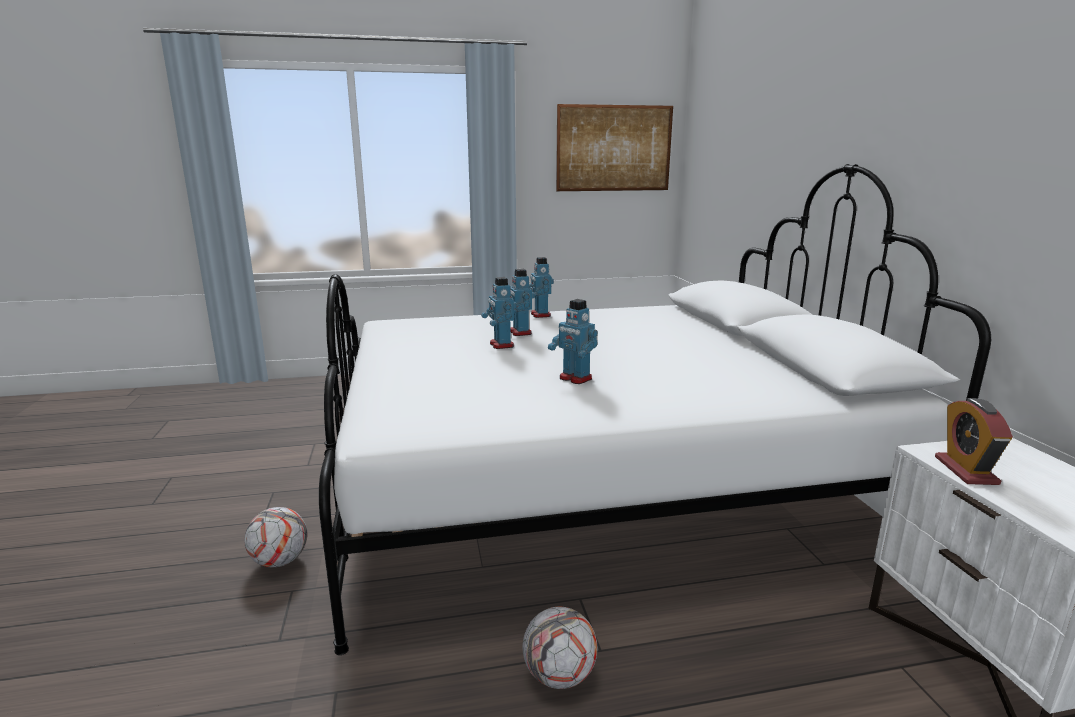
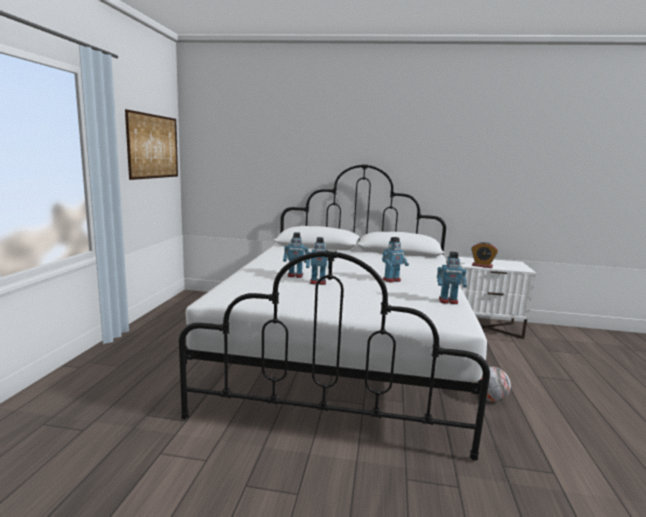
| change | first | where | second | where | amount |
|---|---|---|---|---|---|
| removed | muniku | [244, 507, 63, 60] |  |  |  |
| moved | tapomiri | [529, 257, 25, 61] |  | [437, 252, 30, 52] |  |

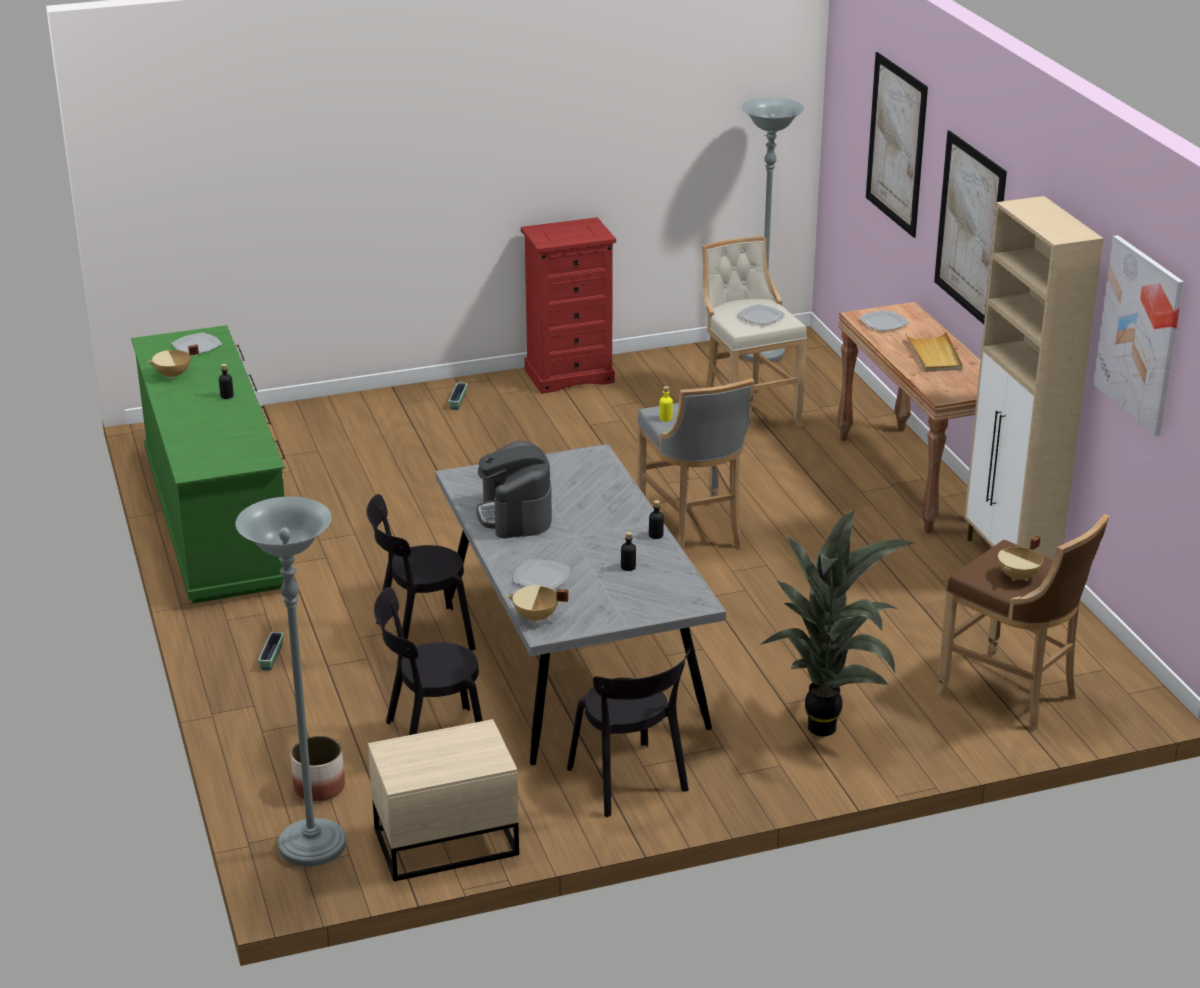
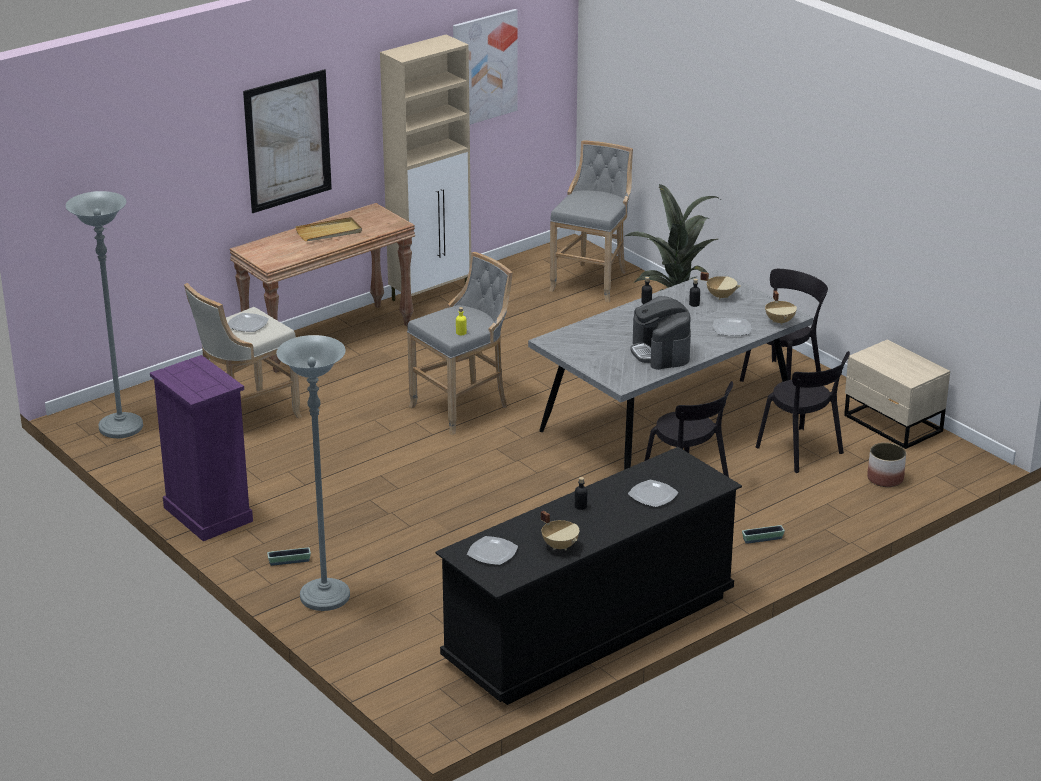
| change | first | where | second | where | amount |
|---|---|---|---|---|---|
| removed | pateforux | [866, 52, 62, 186] |  |  |  |
| moved | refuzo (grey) | [236, 497, 110, 370] |  | [276, 335, 74, 276] |  |
| moved | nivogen | [859, 310, 50, 21] |  | [628, 480, 50, 27] |  |
| moved | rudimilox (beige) | [998, 536, 45, 45] |  | [700, 272, 40, 28] |  |
| recoloured | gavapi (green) | [131, 325, 154, 279] | gavapi (black) | [435, 447, 307, 258] |  |
| recoloured | gavapi (red) | [521, 217, 95, 177] | gavapi (purple) | [150, 355, 103, 186] |  |
| recoloured | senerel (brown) | [935, 513, 174, 218] | senerel (grey) | [549, 140, 84, 163] |  |
| turned | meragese | [476, 441, 76, 98] |  | [630, 296, 61, 74] | 105 degrees clockwise |

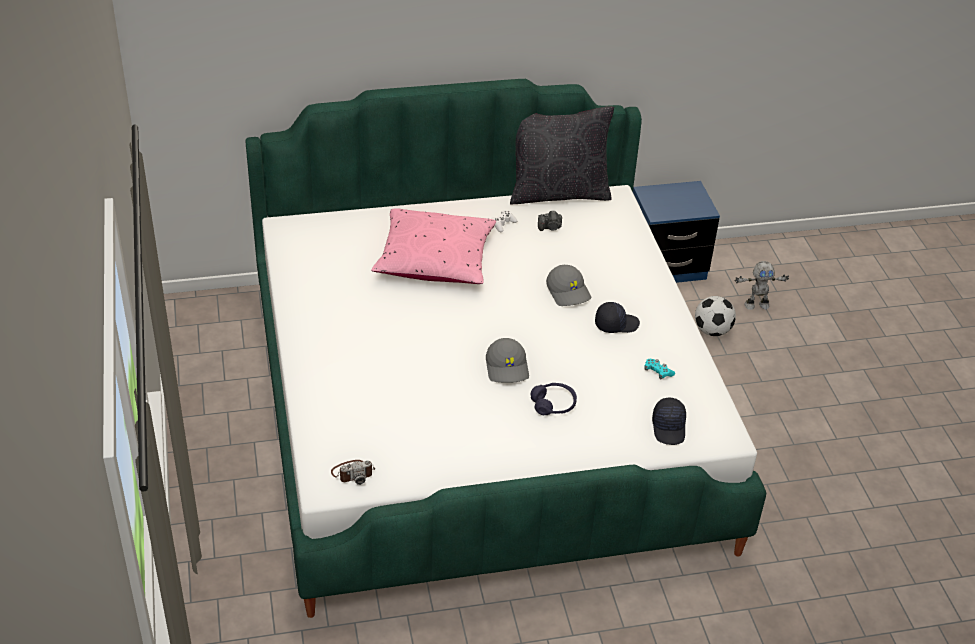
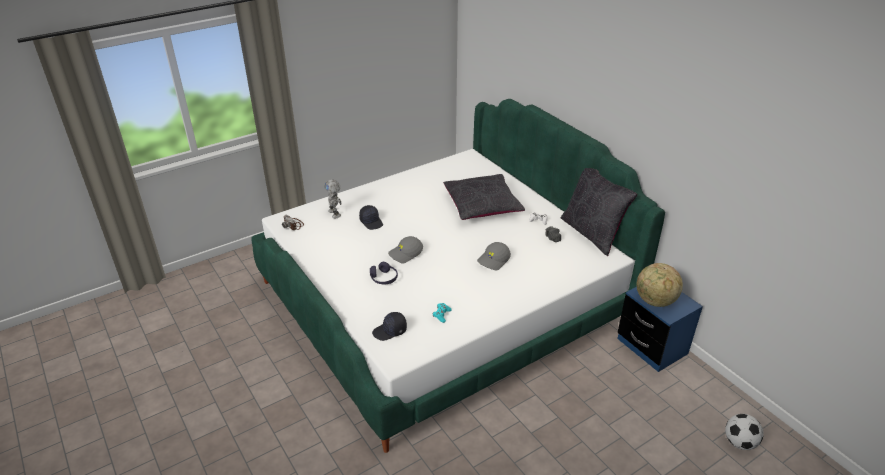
| change | first | where | second | where | amount |
|---|---|---|---|---|---|
| added |  |  | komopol | [637, 263, 46, 44] |  |
| moved | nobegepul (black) | [595, 302, 45, 31] |  | [359, 205, 24, 25] |  |
| moved | muniku | [695, 296, 41, 40] |  | [725, 414, 39, 36] |  |
| moved | tapomiri | [734, 261, 55, 49] |  | [324, 179, 18, 40] |  |
| recoloured | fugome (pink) | [371, 208, 125, 76] | fugome (black) | [443, 174, 82, 46] |  |

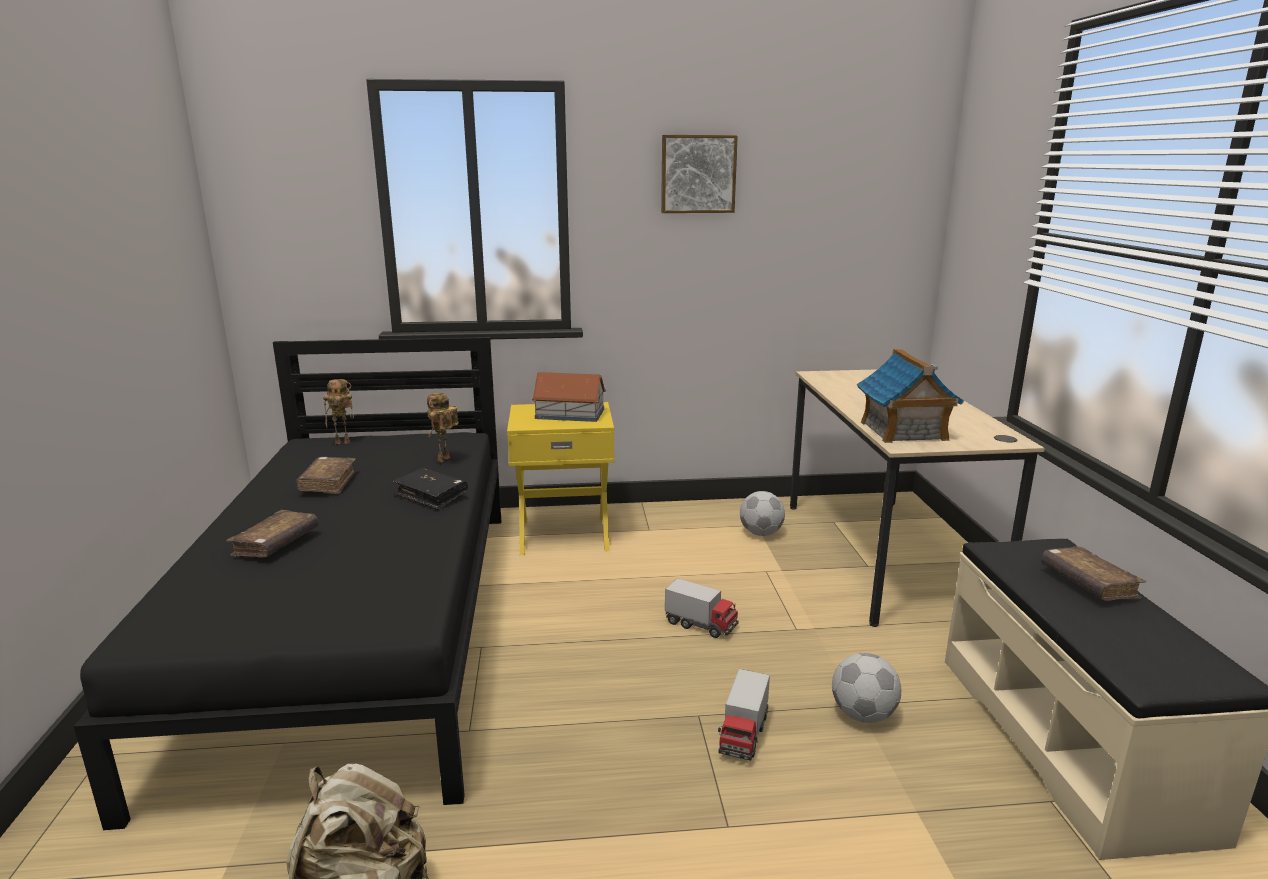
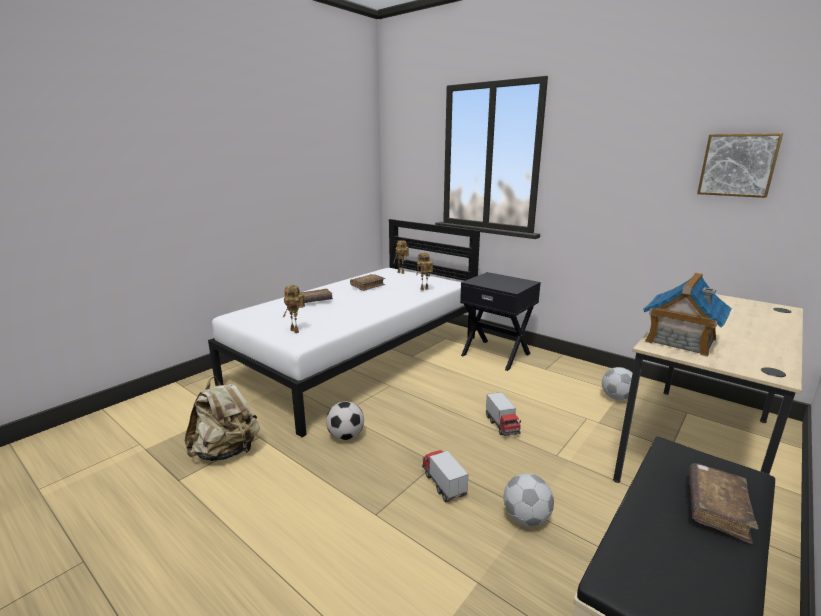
| change | first | where | second | where | amount |
|---|---|---|---|---|---|
| removed | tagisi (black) | [393, 468, 75, 42] |  |  |  |
| removed | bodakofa | [532, 372, 74, 50] |  |  |  |
| added |  |  | tapomiri | [283, 285, 22, 48] |  |
| added |  |  | muniku | [326, 401, 38, 39] |  |
| moved | pateforux | [661, 135, 77, 78] |  | [697, 133, 86, 65] |  |
| recoloured | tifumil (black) | [74, 337, 427, 493] | tifumil (white) | [208, 219, 272, 218] |  |
| recoloured | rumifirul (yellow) | [507, 402, 108, 153] | rumifirul (black) | [460, 272, 81, 99] |  |
| turned | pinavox | [718, 669, 52, 92] |  | [422, 450, 46, 52] | 90 degrees clockwise |

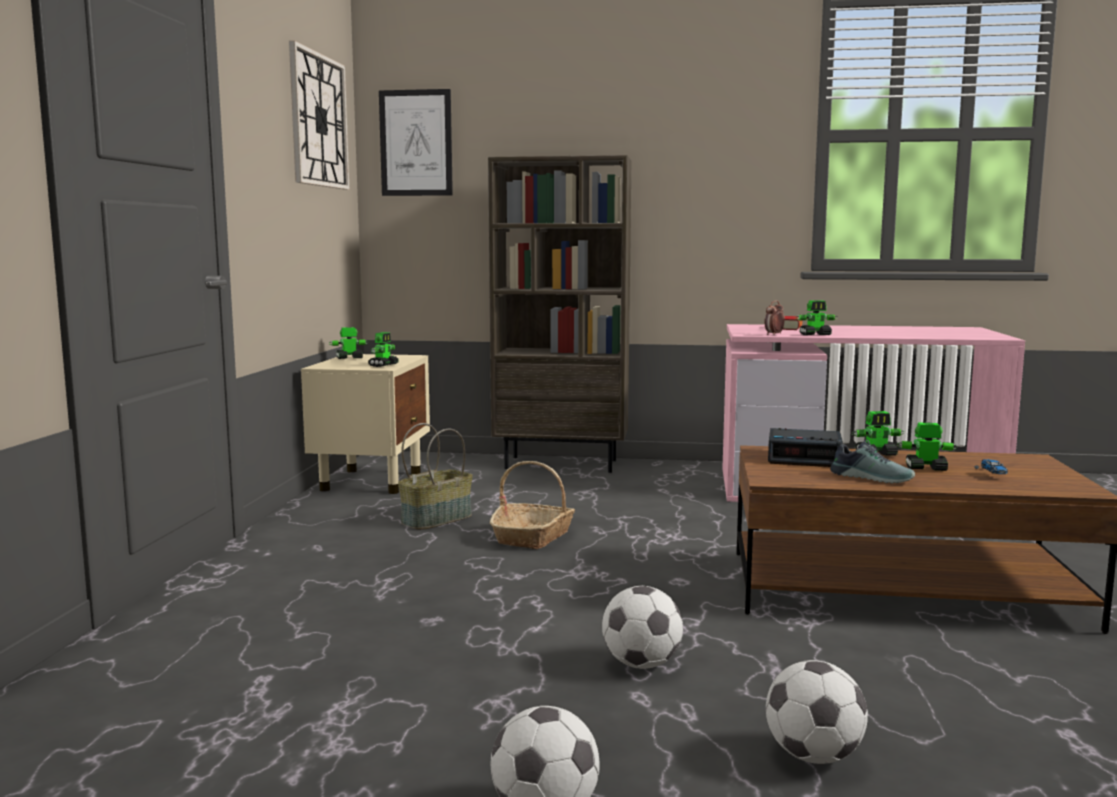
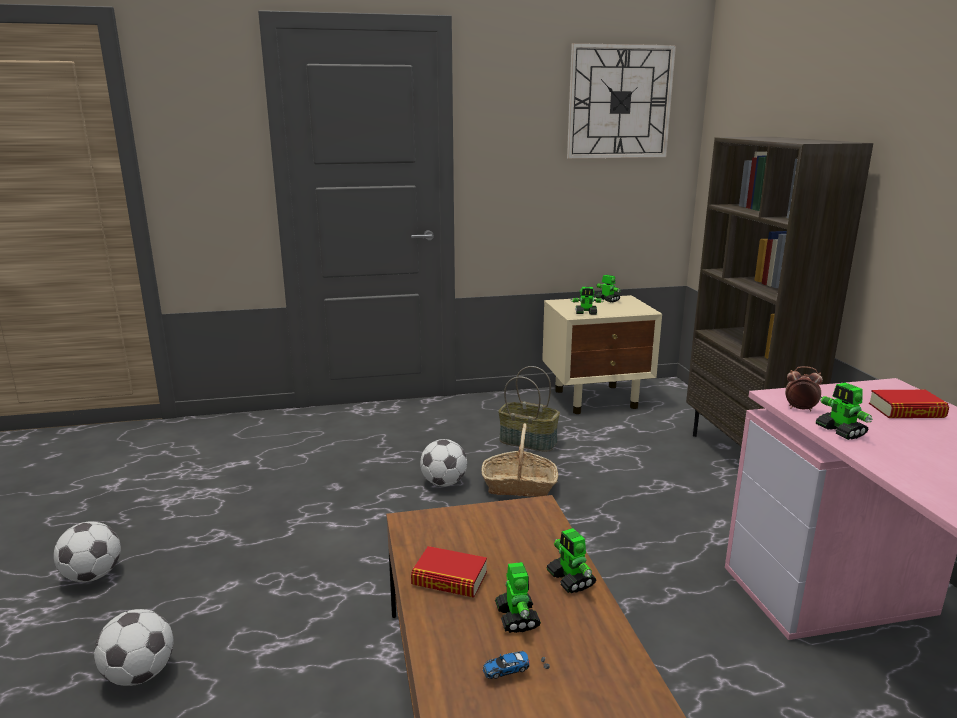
| change | first | where | second | where | amount |
|---|---|---|---|---|---|
| removed | pateforux | [379, 89, 74, 107] |  |  |  |
| removed | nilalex | [768, 428, 77, 39] |  |  |  |
| moved | muniku | [602, 586, 81, 83] |  | [420, 439, 47, 48] |  |
| replaced | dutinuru | [830, 440, 85, 43] | tagisi | [411, 546, 76, 52] |  |

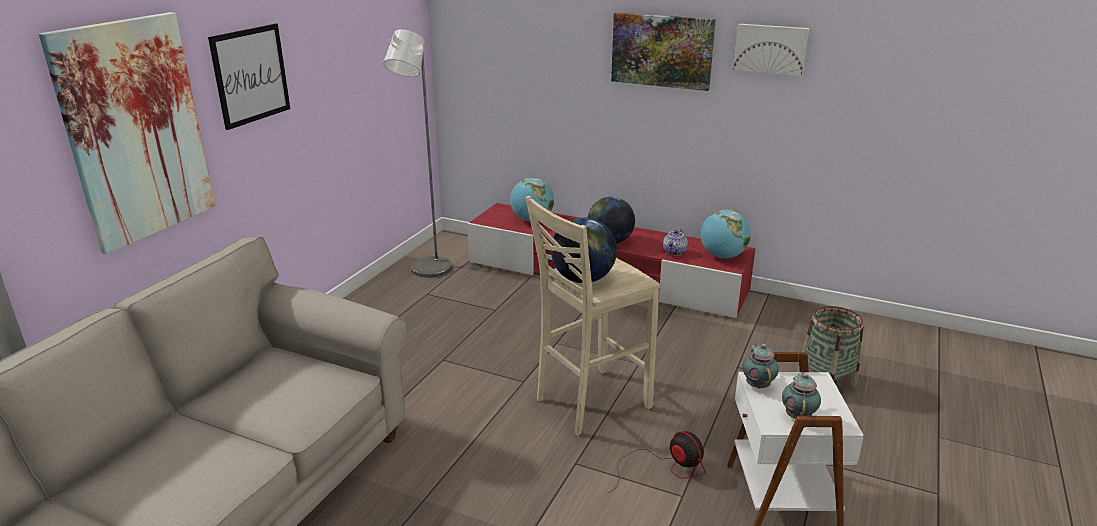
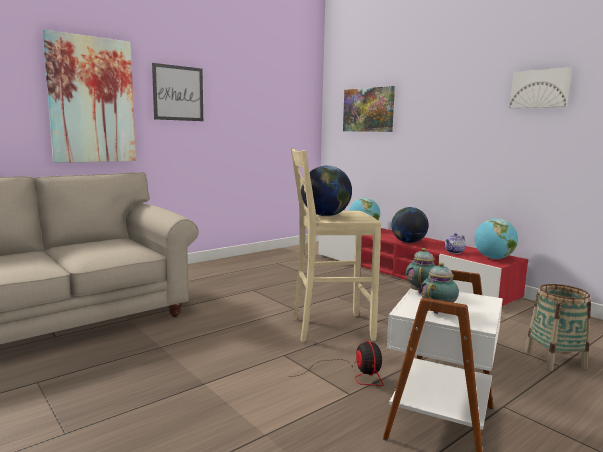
| change | first | where | second | where | amount |
|---|---|---|---|---|---|
| removed | refuzo (grey) | [383, 29, 69, 249] |  |  |  |
| moved | pateforux | [611, 13, 105, 78] |  | [343, 86, 52, 46] |  |

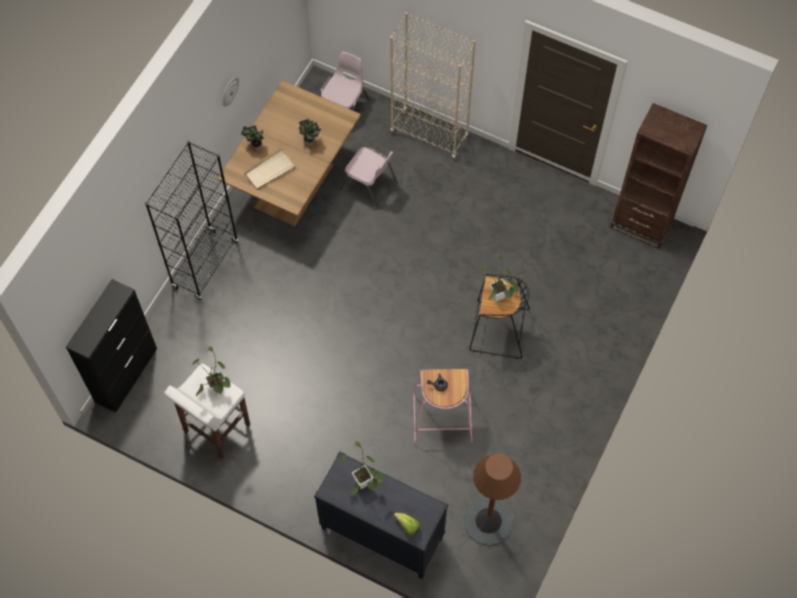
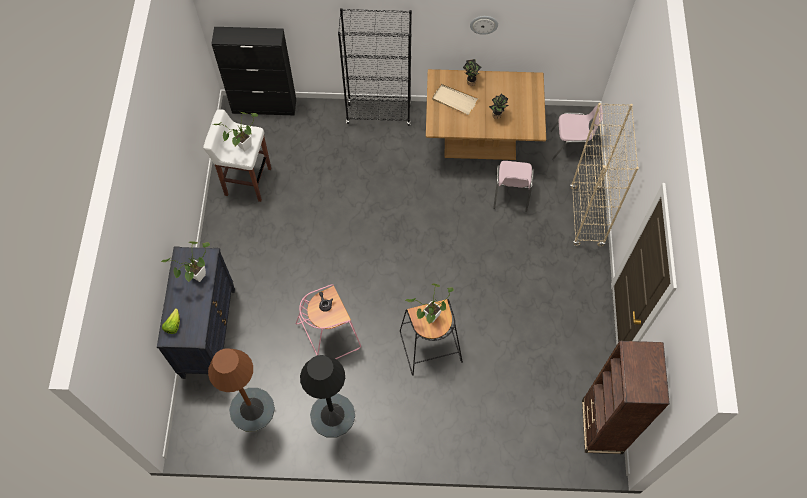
| change | first | where | second | where | amount |
|---|---|---|---|---|---|
| added |  |  | refuzo (black) | [300, 355, 55, 83] |  |

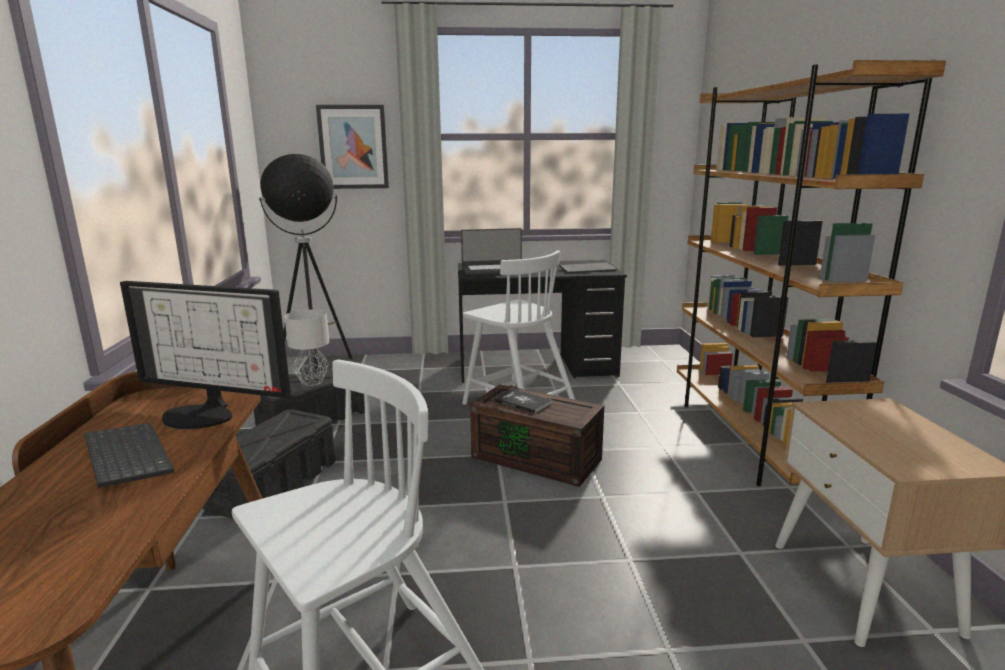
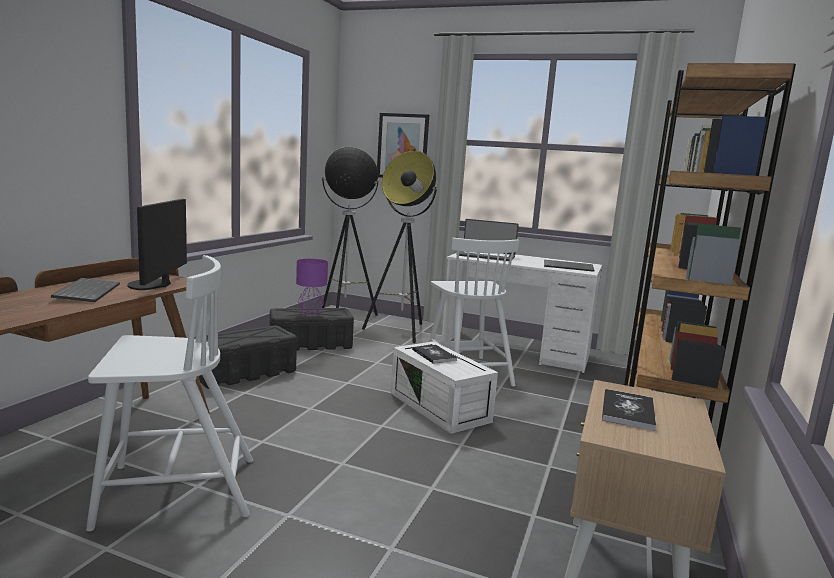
| change | first | where | second | where | amount |
|---|---|---|---|---|---|
| added |  |  | refuzo | [362, 151, 76, 192] |  |
| added |  |  | tagisi | [602, 389, 54, 42] |  |
| recoloured | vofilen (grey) | [284, 309, 45, 77] | vofilen (purple) | [296, 259, 32, 57] |  |
| recoloured | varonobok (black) | [458, 260, 169, 123] | varonobok (white) | [441, 253, 161, 120] |  |
| recoloured | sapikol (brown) | [470, 384, 134, 103] | sapikol (white) | [391, 341, 107, 93] |  |
| turned | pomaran | [120, 281, 171, 148] |  | [127, 199, 60, 91] | 45 degrees clockwise |

